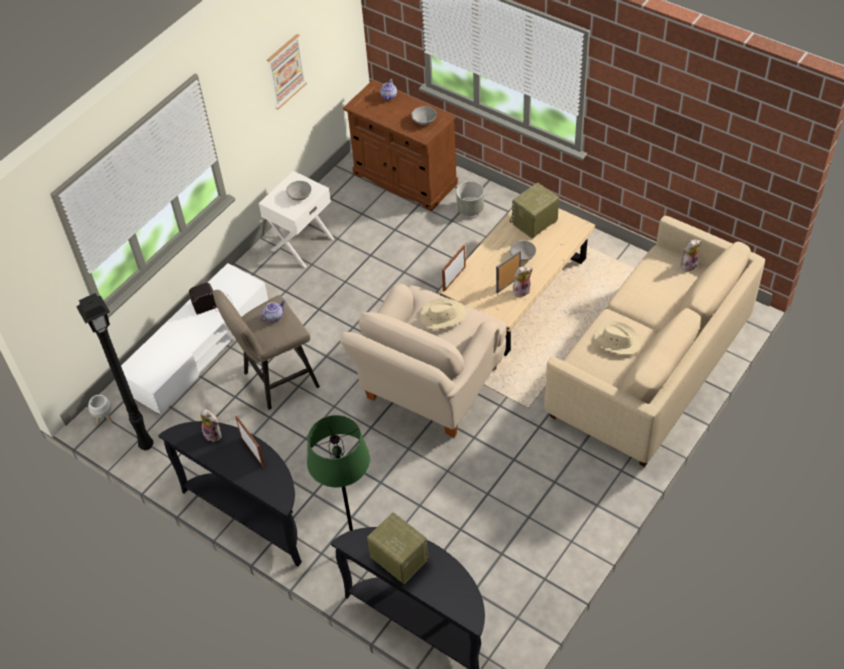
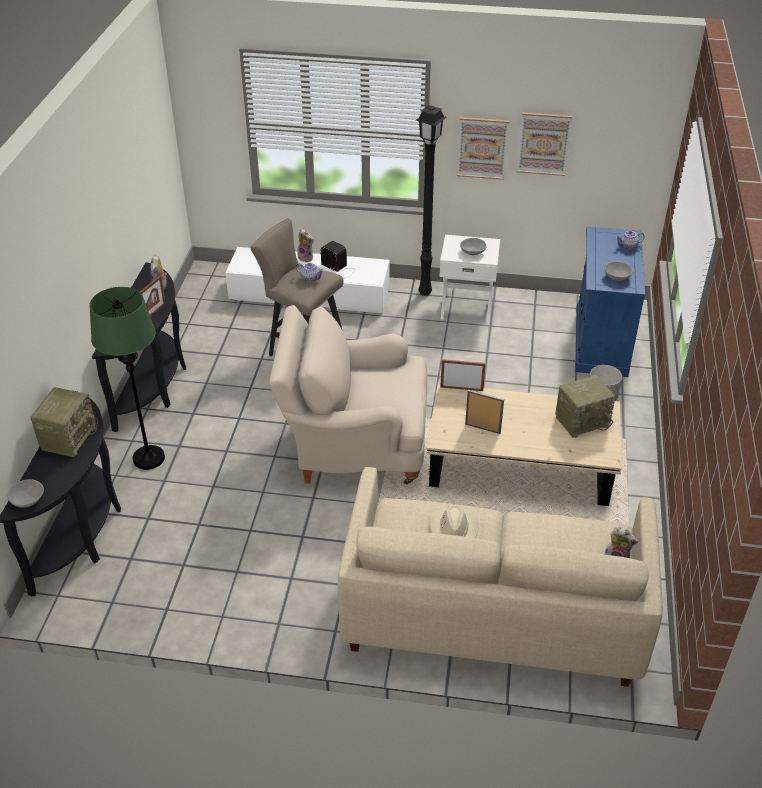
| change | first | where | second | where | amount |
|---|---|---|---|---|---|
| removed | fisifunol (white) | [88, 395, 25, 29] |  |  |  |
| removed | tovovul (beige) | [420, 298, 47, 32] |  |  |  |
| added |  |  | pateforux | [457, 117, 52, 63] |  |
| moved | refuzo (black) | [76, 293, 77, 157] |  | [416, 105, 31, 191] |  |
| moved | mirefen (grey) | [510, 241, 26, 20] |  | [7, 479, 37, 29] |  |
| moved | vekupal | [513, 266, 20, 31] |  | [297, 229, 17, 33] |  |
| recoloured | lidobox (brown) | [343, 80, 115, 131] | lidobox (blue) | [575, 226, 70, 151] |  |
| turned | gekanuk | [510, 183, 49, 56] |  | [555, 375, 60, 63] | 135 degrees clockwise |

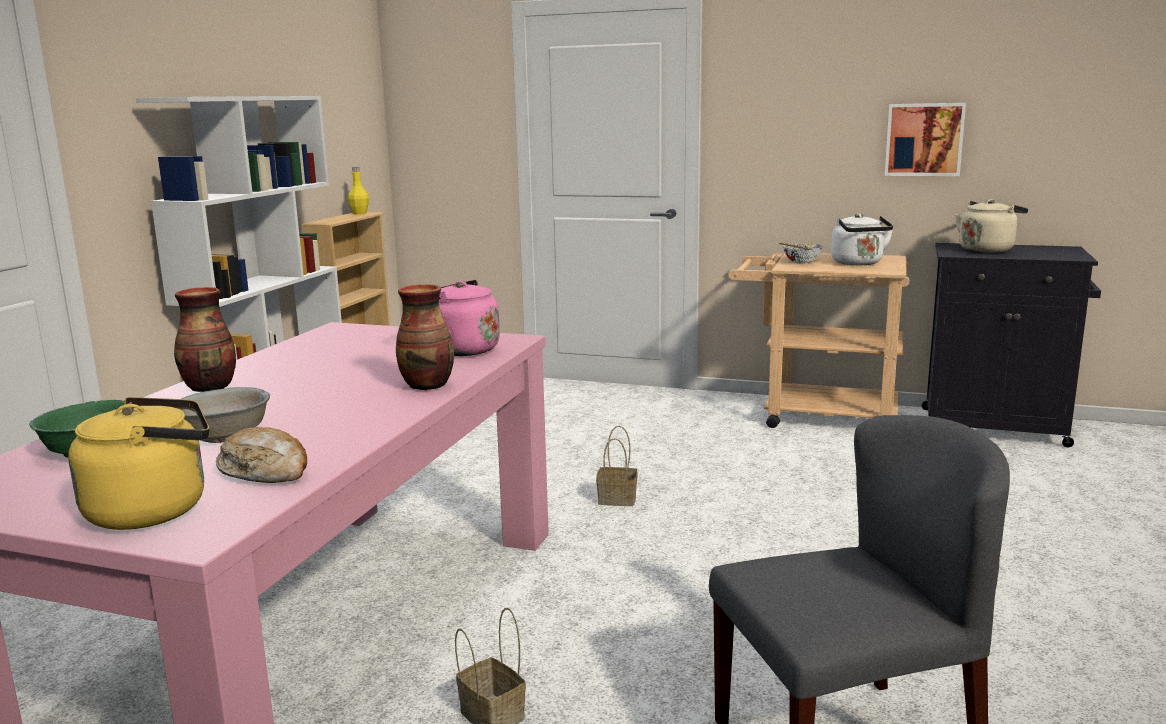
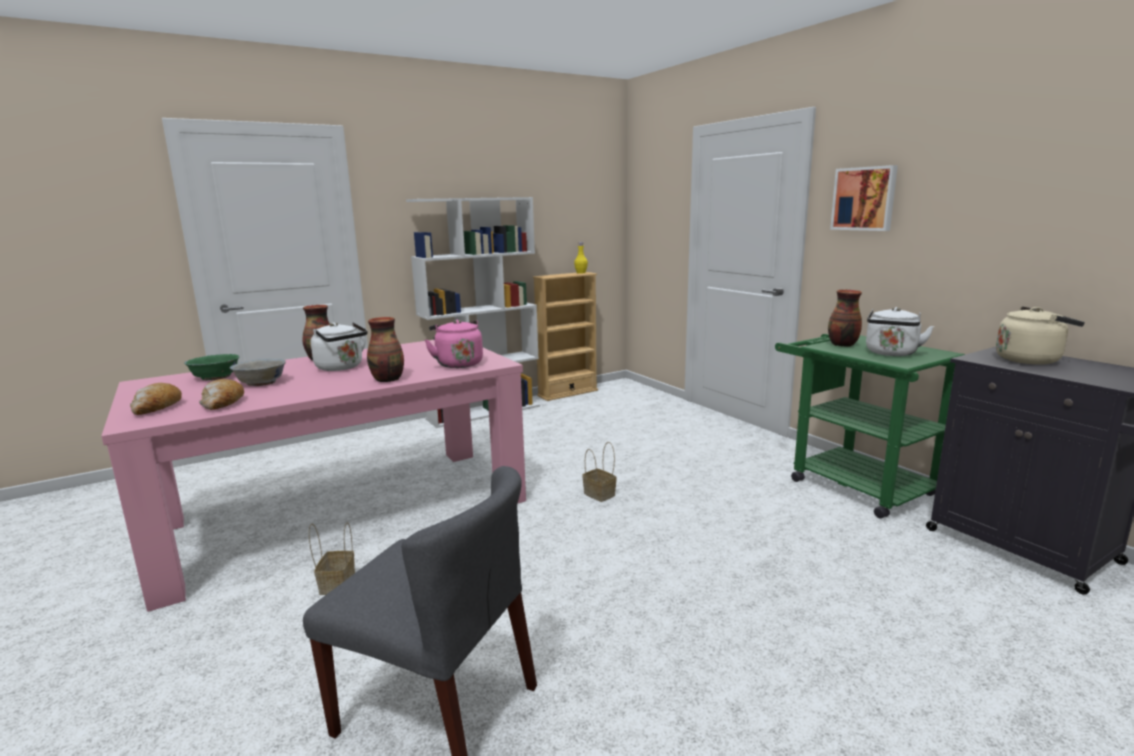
| change | first | where | second | where | amount |
|---|---|---|---|---|---|
| added |  |  | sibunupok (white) | [311, 322, 57, 49] |  |
| moved | pateforux | [885, 103, 81, 73] |  | [830, 165, 68, 66] |  |
| replaced | sibunupok (yellow) | [68, 397, 141, 133] | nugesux | [130, 383, 52, 32] |  |
| replaced | mirefen | [779, 242, 44, 22] | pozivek | [828, 290, 34, 57] |  |
| recoloured | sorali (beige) | [728, 253, 181, 175] | sorali (green) | [775, 334, 190, 184] |  |

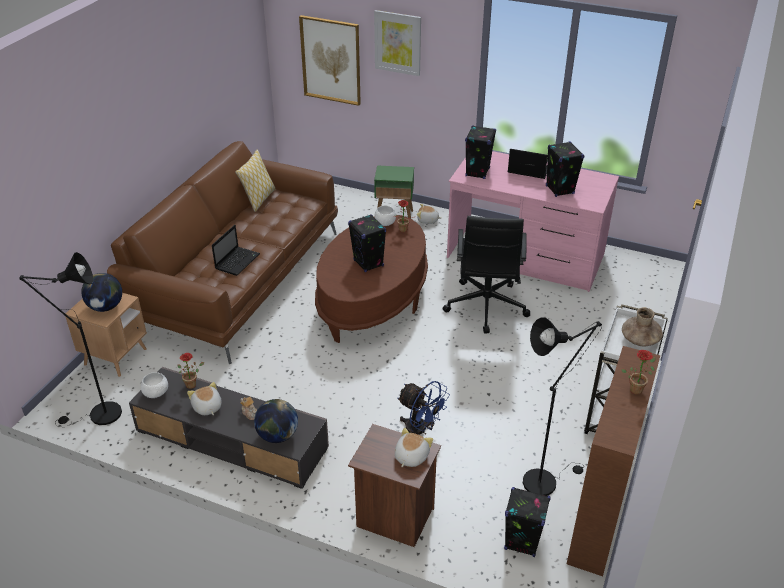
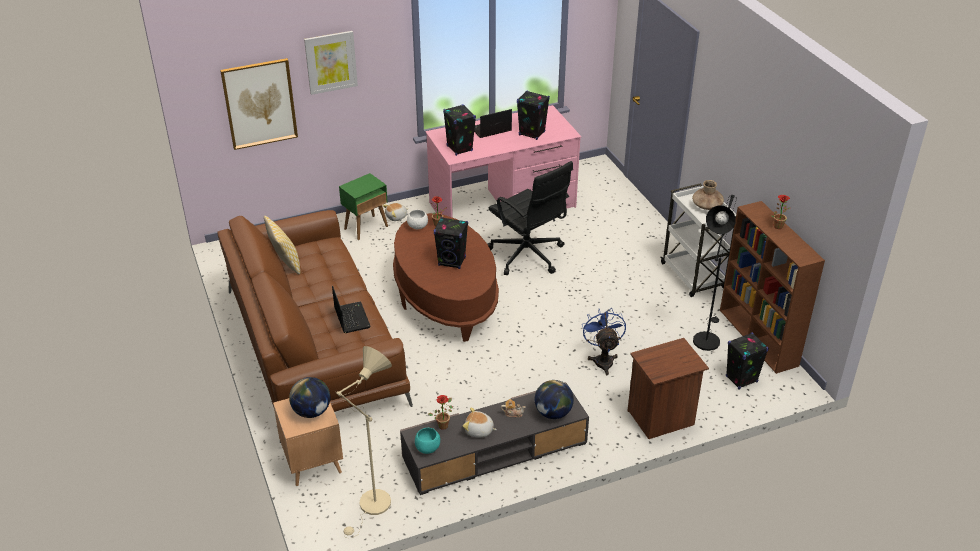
| change | first | where | second | where | amount |
|---|---|---|---|---|---|
| removed | vekupal | [395, 428, 38, 39] |  |  |  |
| recoloured | refuzo (black) | [19, 252, 103, 175] | refuzo (beige) | [337, 346, 55, 193] |  |
| recoloured | mirefen (white) | [141, 372, 27, 26] | mirefen (turquoise) | [415, 428, 25, 26] |  |
| turned | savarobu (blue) | [397, 381, 53, 54] |  | [582, 309, 44, 66] | 90 degrees counterclockwise |

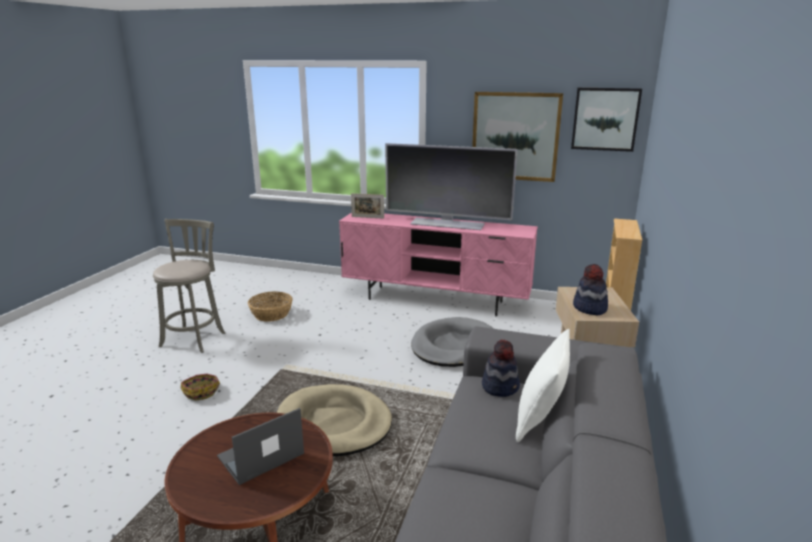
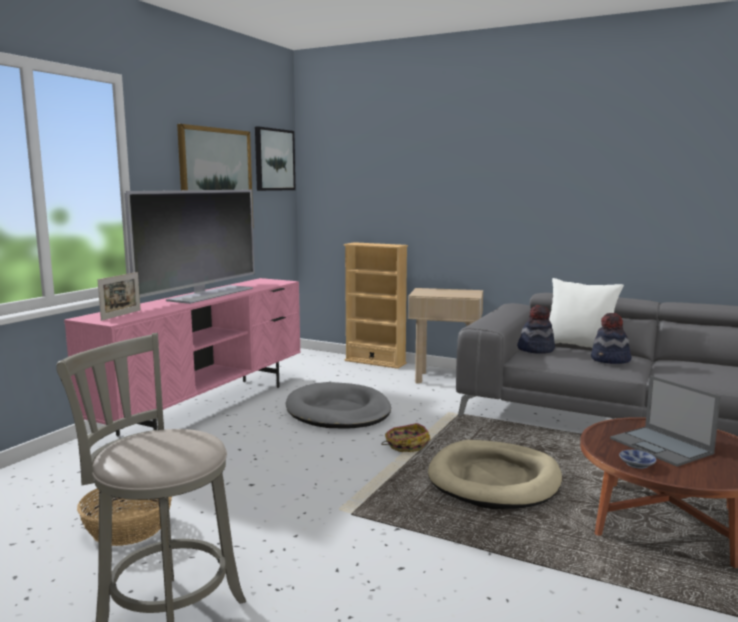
| change | first | where | second | where | amount |
|---|---|---|---|---|---|
| added |  |  | mirefen | [619, 450, 37, 19] |  |
| moved | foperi | [181, 374, 39, 27] |  | [381, 423, 49, 29] |  |
| moved | tovovul | [573, 264, 35, 51] |  | [591, 313, 41, 51] |  |

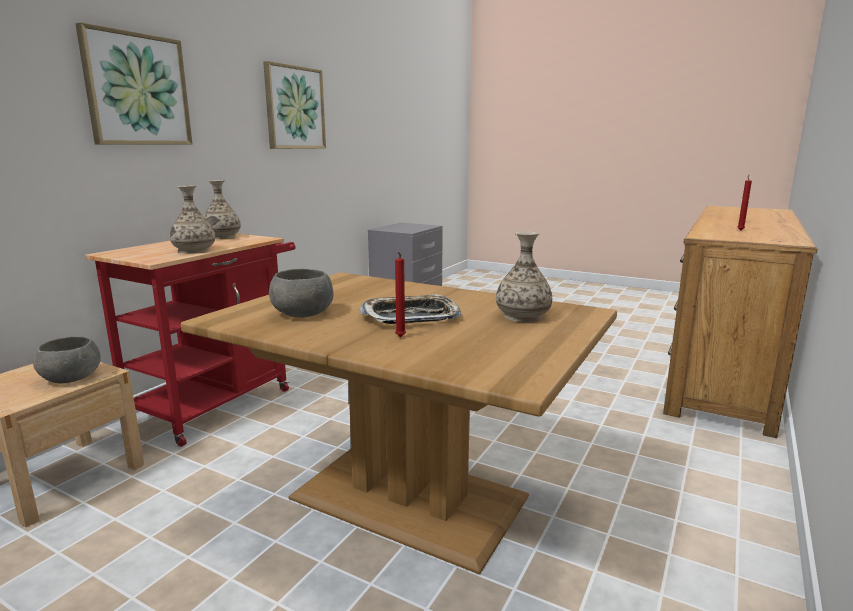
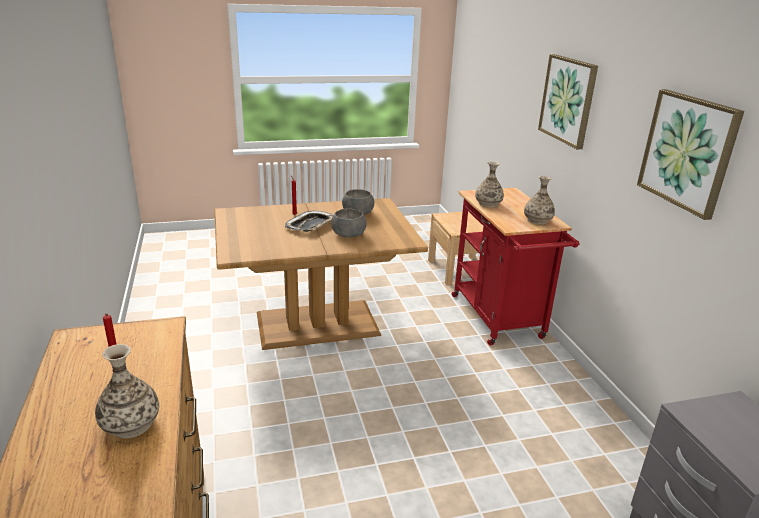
| change | first | where | second | where | amount |
|---|---|---|---|---|---|
| moved | mirefen (grey) | [33, 336, 68, 47] |  | [331, 209, 36, 29] |  |
| moved | pozivek | [496, 232, 56, 90] |  | [95, 344, 64, 95] |  |

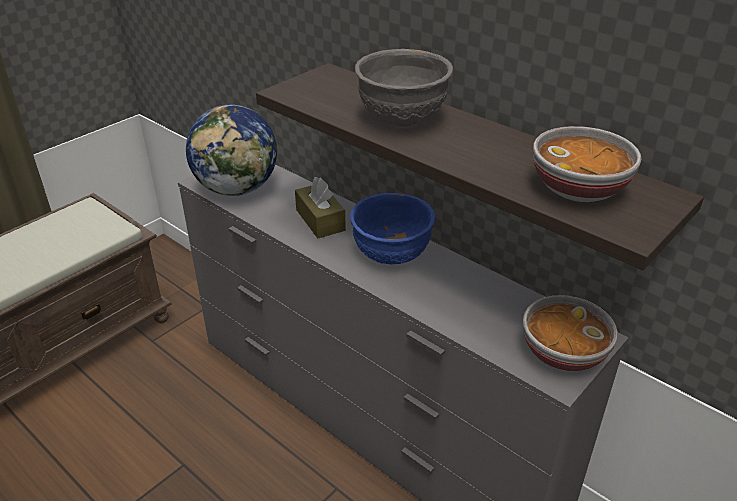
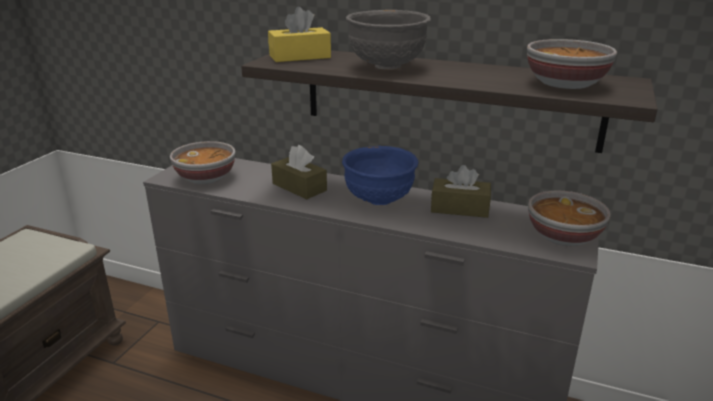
| change | first | where | second | where | amount |
|---|---|---|---|---|---|
| added |  |  | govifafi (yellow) | [268, 6, 63, 56] |  |
| added |  |  | govifafi (brown) | [431, 165, 60, 53] |  |
| replaced | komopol | [186, 105, 91, 91] | mirefen | [170, 141, 65, 43] |  |

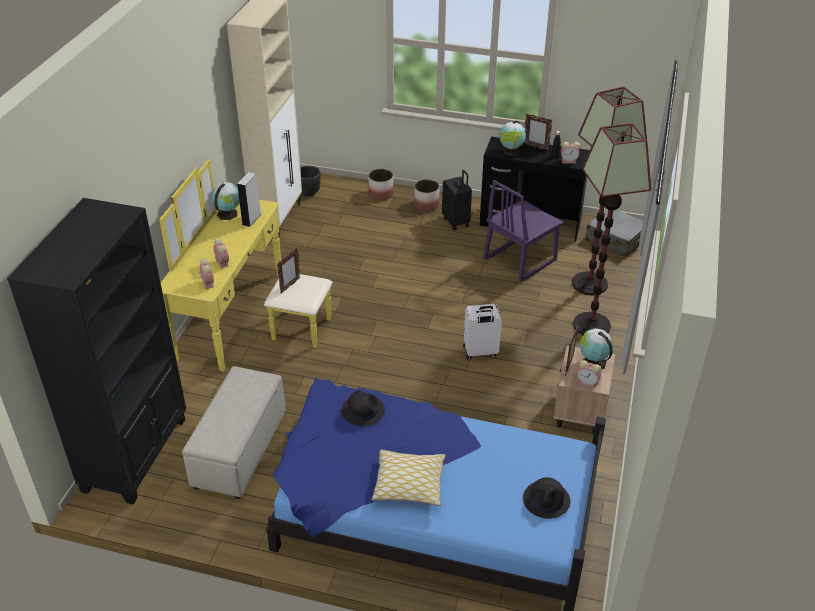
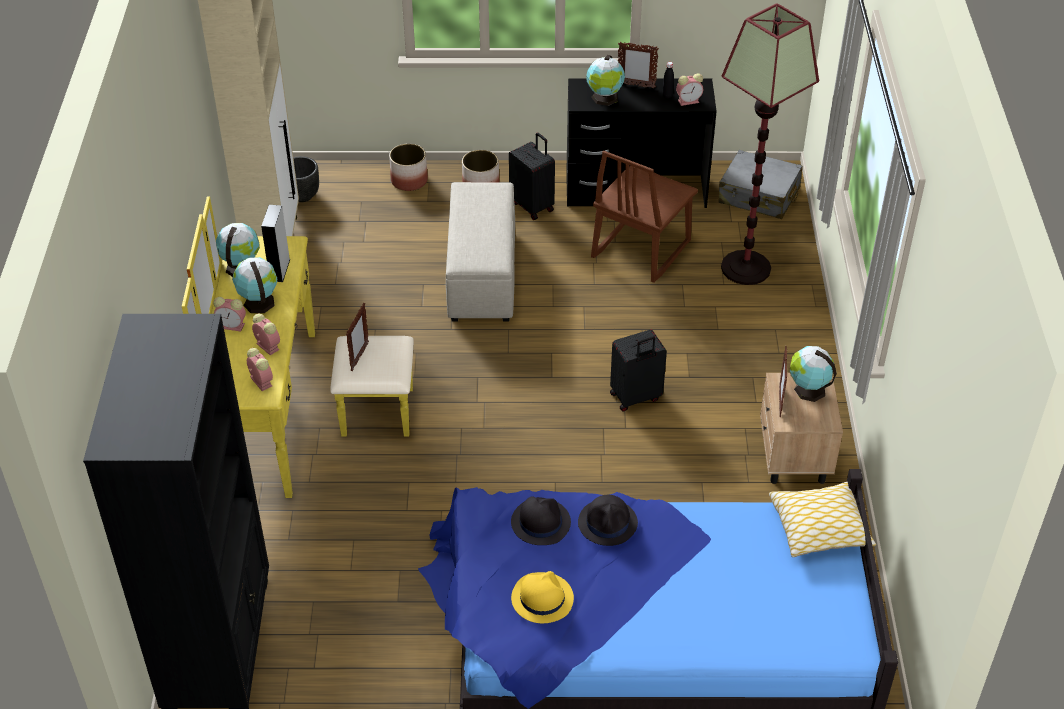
| change | first | where | second | where | amount |
|---|---|---|---|---|---|
| removed | refuzo | [573, 123, 78, 212] |  |  |  |
| added |  |  | komopol | [232, 257, 45, 56] |  |
| added |  |  | tovovul (yellow) | [511, 571, 63, 52] |  |
| moved | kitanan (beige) | [182, 366, 104, 133] |  | [446, 182, 69, 140] |  |
| moved | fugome | [372, 450, 74, 56] |  | [769, 482, 107, 75] |  |
| moved | tovovul (black) | [523, 477, 48, 42] |  | [578, 495, 60, 51] |  |
| moved | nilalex | [577, 360, 24, 29] |  | [213, 297, 33, 35] |  |
| recoloured | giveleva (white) | [463, 304, 39, 56] | giveleva (black) | [610, 330, 57, 82] |  |
| recoloured | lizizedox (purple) | [483, 180, 81, 102] | lizizedox (brown) | [591, 151, 107, 132] |  |

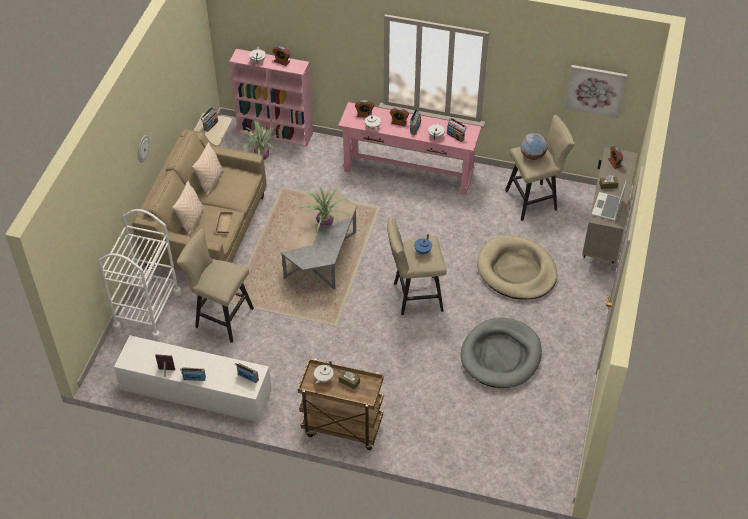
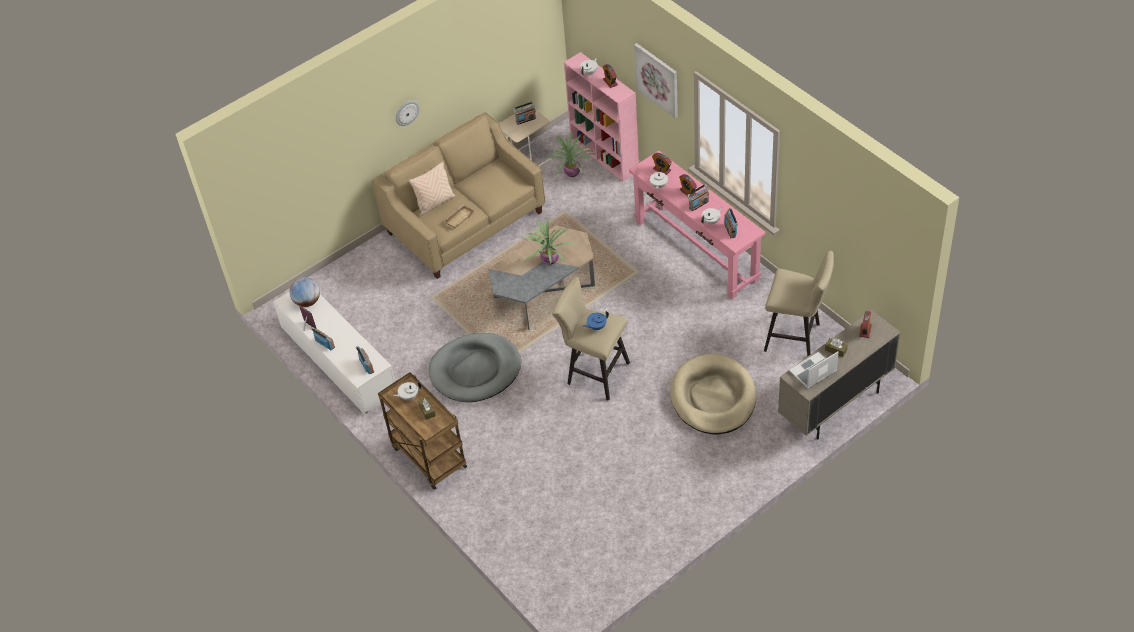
| change | first | where | second | where | amount |
|---|---|---|---|---|---|
| removed | sorali (white) | [98, 209, 83, 131] |  |  |  |
| removed | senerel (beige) | [177, 229, 77, 114] |  |  |  |
| removed | fugome (beige) | [192, 142, 32, 55] |  |  |  |
| moved | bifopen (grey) | [461, 317, 81, 71] |  | [429, 333, 92, 69] |  |
| moved | komopol | [520, 133, 28, 27] |  | [290, 277, 30, 30] |  |
| moved | pateforux | [565, 65, 62, 53] |  | [634, 43, 44, 75] |  |

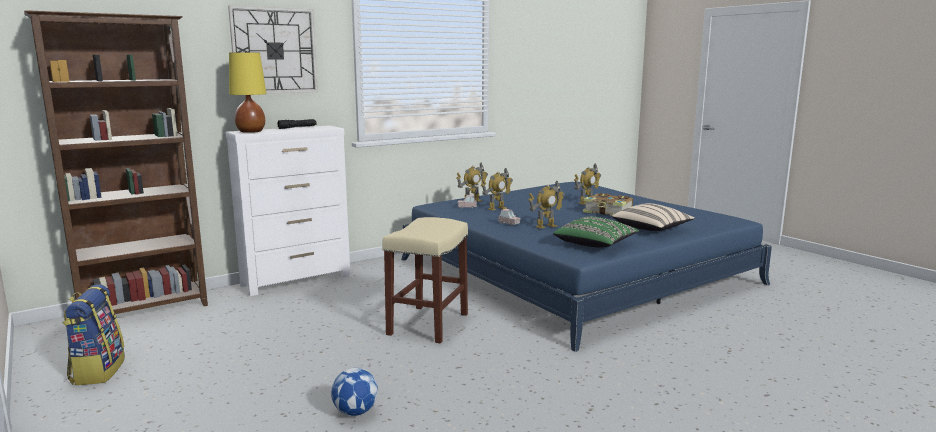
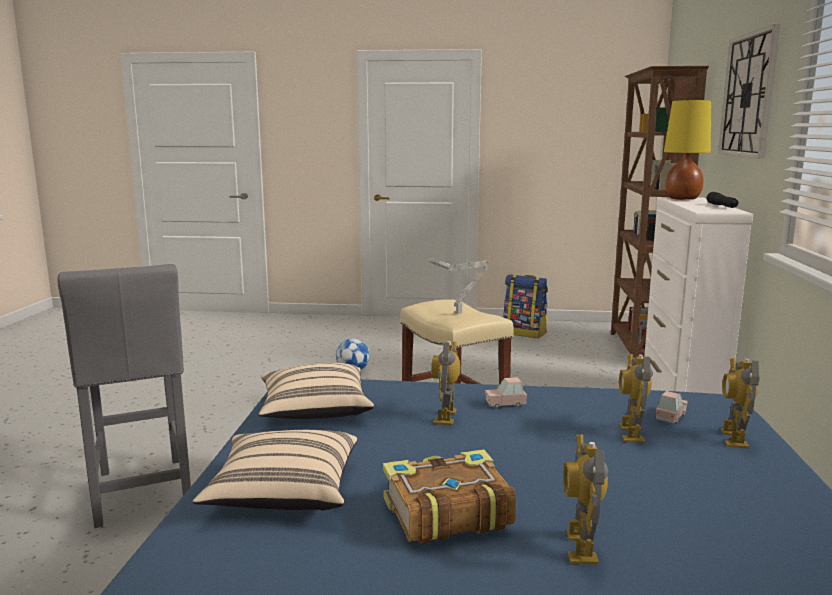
| change | first | where | second | where | amount |
|---|---|---|---|---|---|
| added |  |  | senerel (grey) | [57, 264, 134, 264] |  |
| added |  |  | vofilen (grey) | [429, 258, 61, 56] |  |
| recoloured | fugome (green) | [553, 216, 86, 32] | fugome (beige) | [259, 363, 115, 56] |  |

